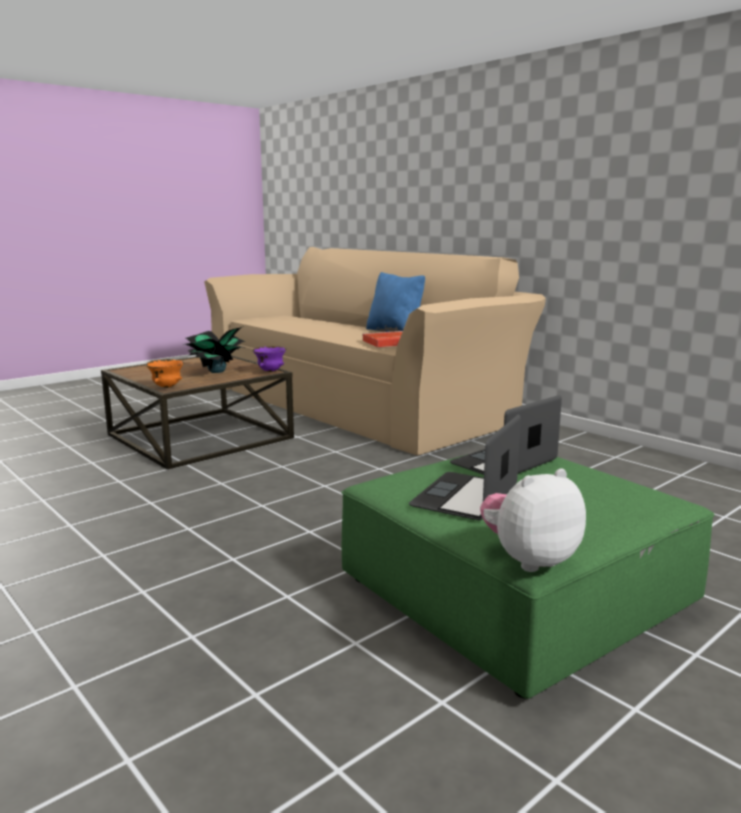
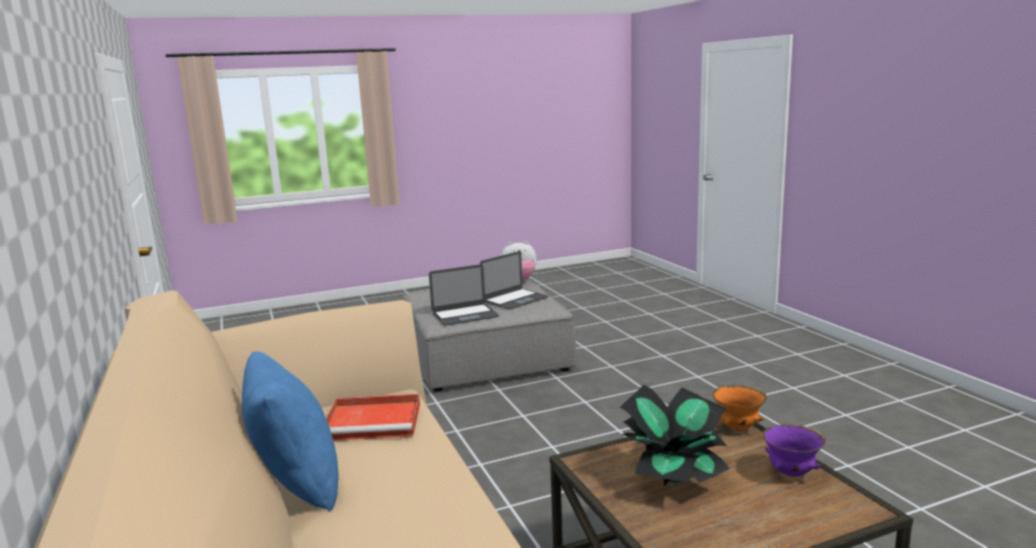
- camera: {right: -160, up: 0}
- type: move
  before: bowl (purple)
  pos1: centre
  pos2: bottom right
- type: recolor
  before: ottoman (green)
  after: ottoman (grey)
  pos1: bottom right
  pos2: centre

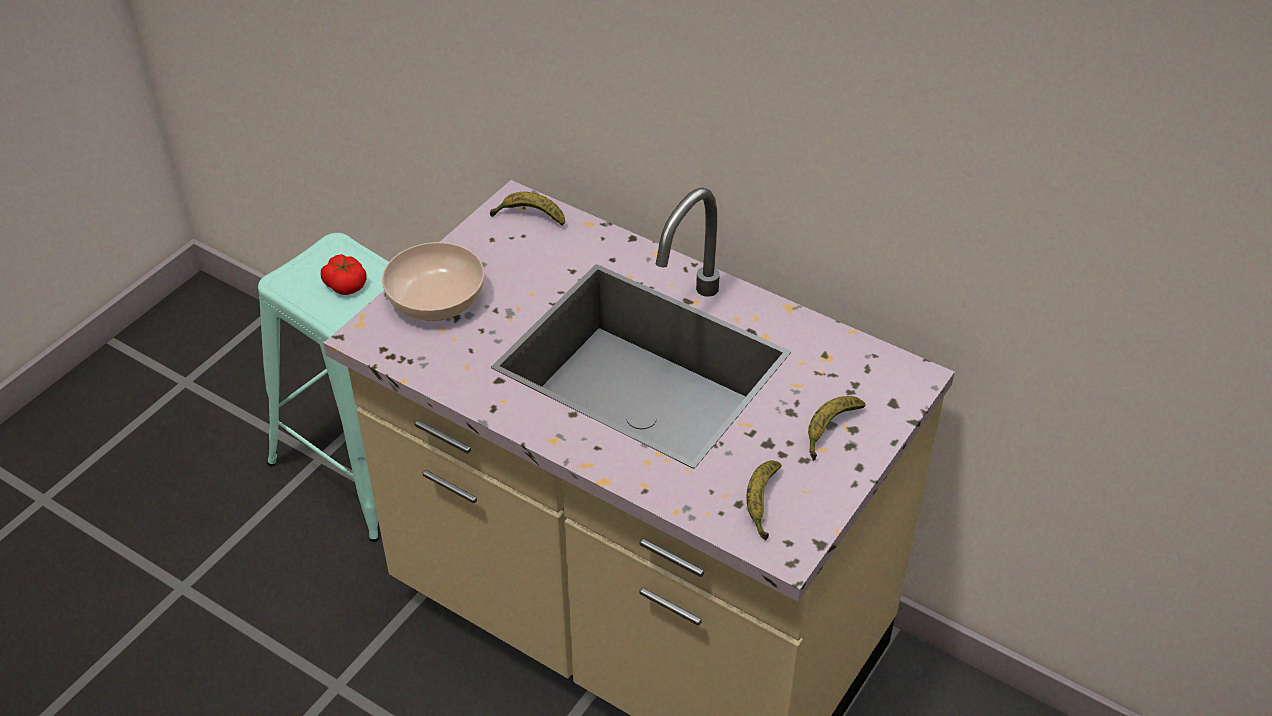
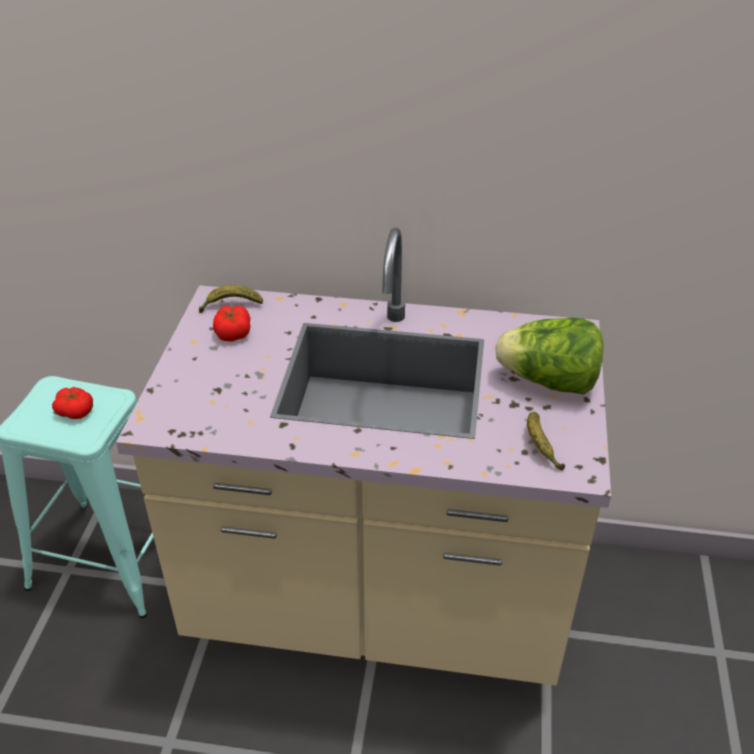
- camera: {right: -25, up: -5}
- type: delete
  before: bowl
  pos1: centre
- type: replace
  before: banana (3rd from left)
  after: lettuce
  pos1: centre
  pos2: middle right
- type: insert
  after: tomato (2nd from left)
  pos2: middle left

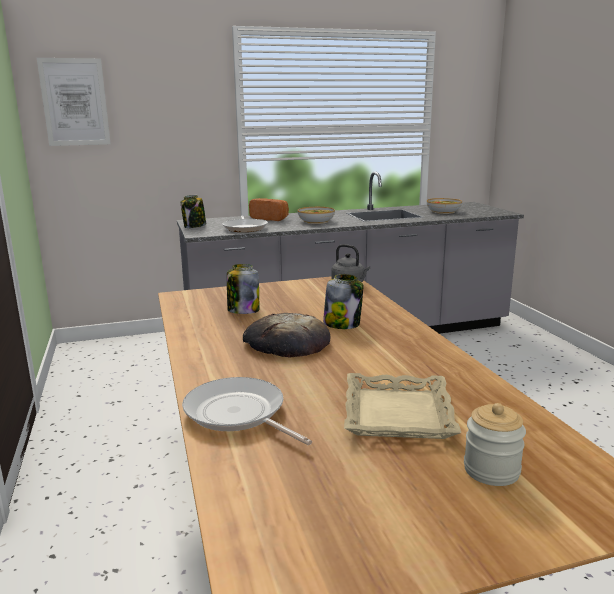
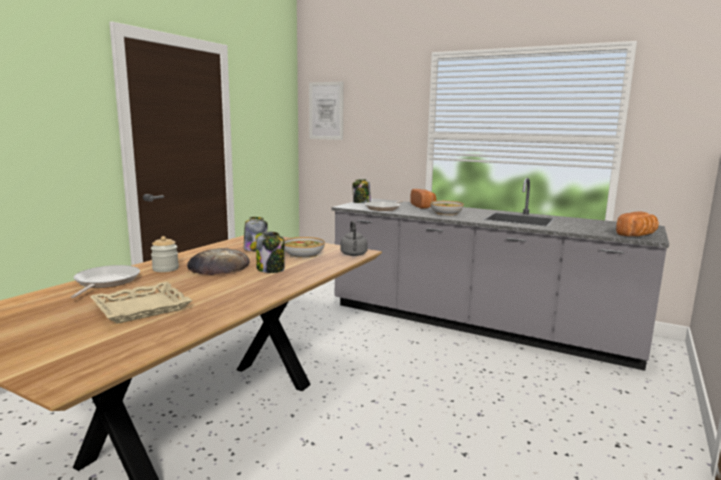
- camera: {right: 45, up: -5}
- type: move
  before: bowl (2nd from left in the first image)
  after: bowl (1st from left)
  pos1: middle right
  pos2: centre
- type: move
  before: jar (4th from left in the first image)
  after: jar (1st from left)
  pos1: bottom right
  pos2: middle left
- type: insert
  after: bread (3rd from left)
  pos2: middle right

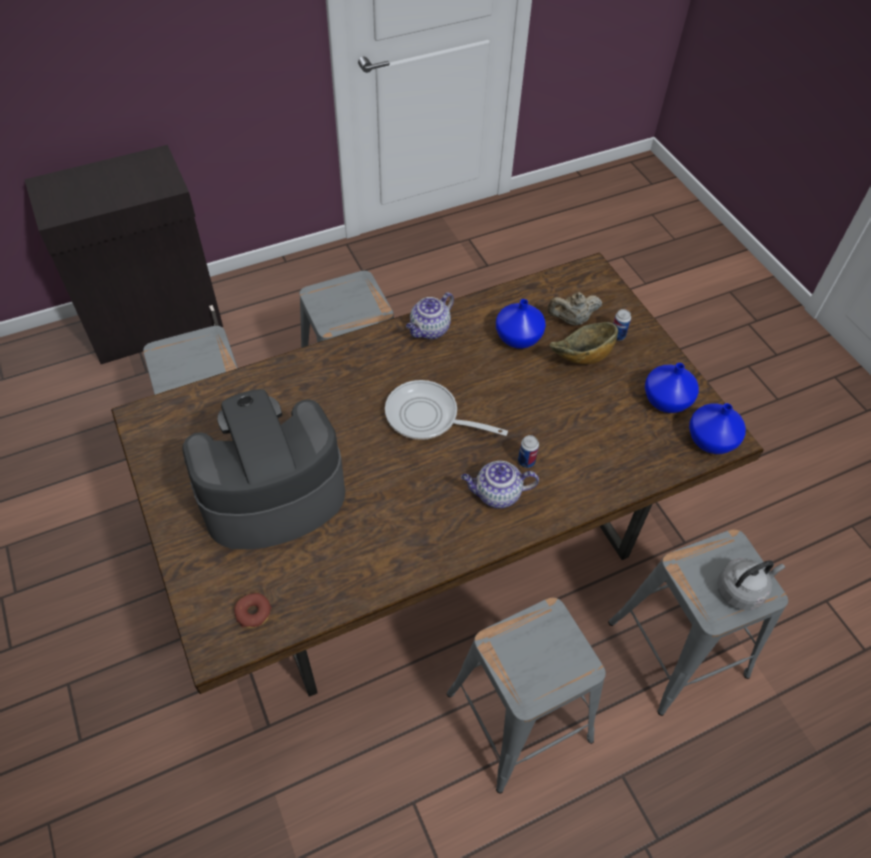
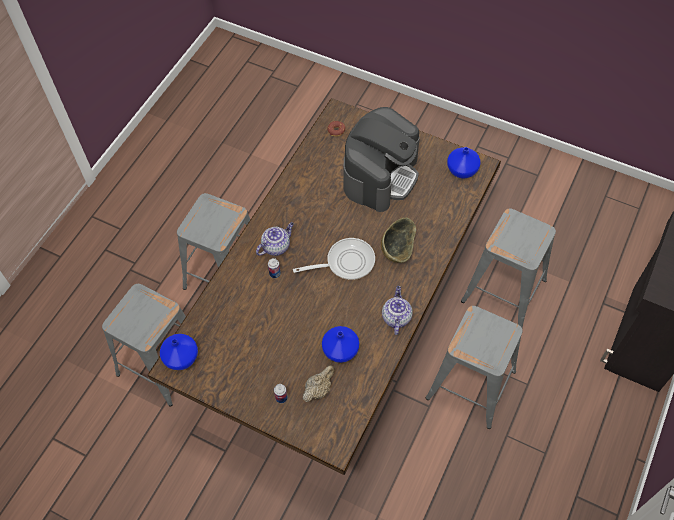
- camera: {right: 145, up: 5}
- type: move
  before: bowl
  pos1: middle right
  pos2: centre
- type: move
  before: vase (blue) (2nd from left in the first image)
  after: vase (blue) (3rd from left)
  pos1: middle right
  pos2: top right
- type: delete
  before: kettle (grey)
  pos1: bottom right

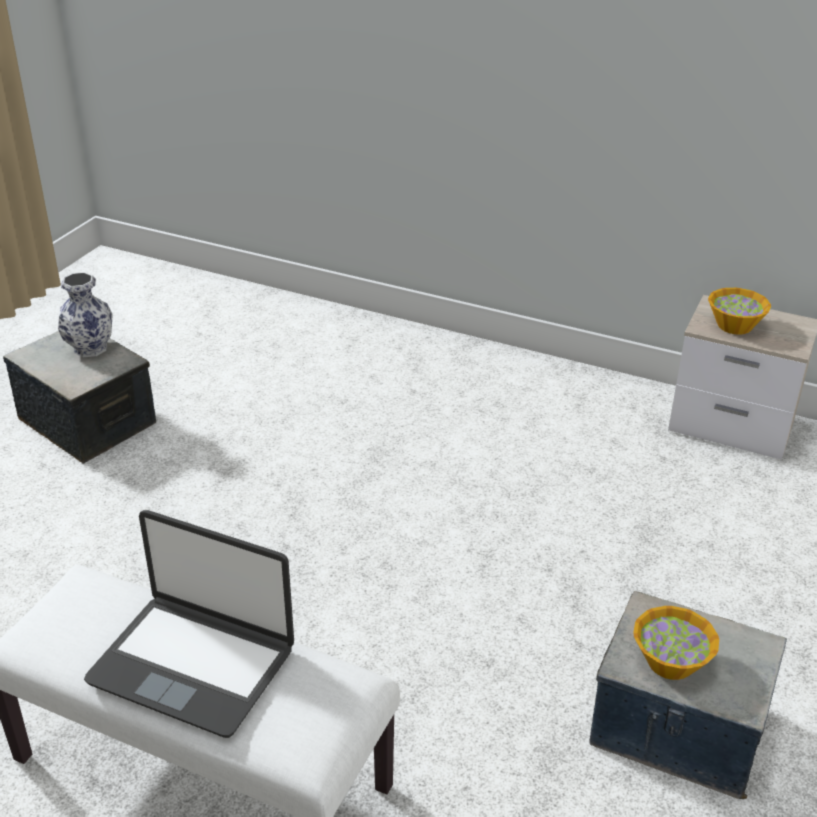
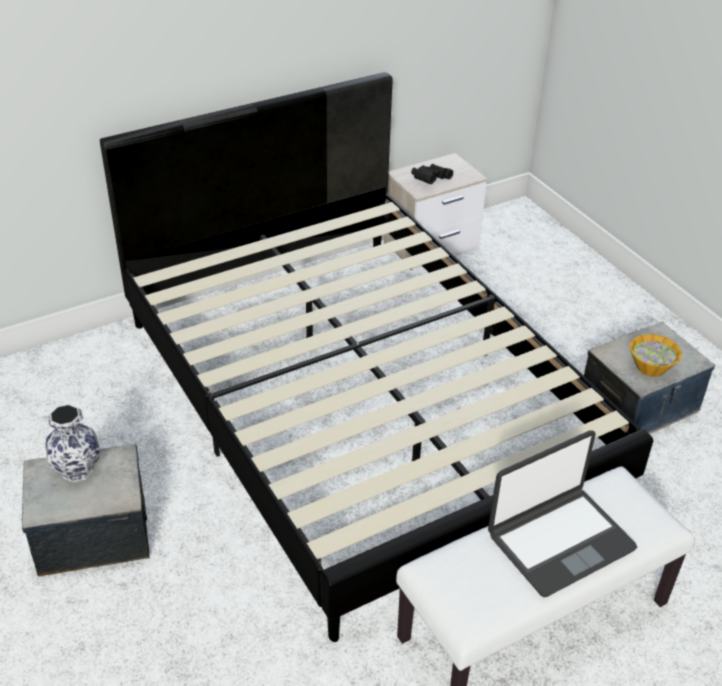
- camera: {right: -55, up: 5}
- type: replace
  before: bowl (2nd from left)
  after: binoculars (black)
  pos1: middle right
  pos2: top centre
- type: insert
  after: bed (black)
  pos2: centre

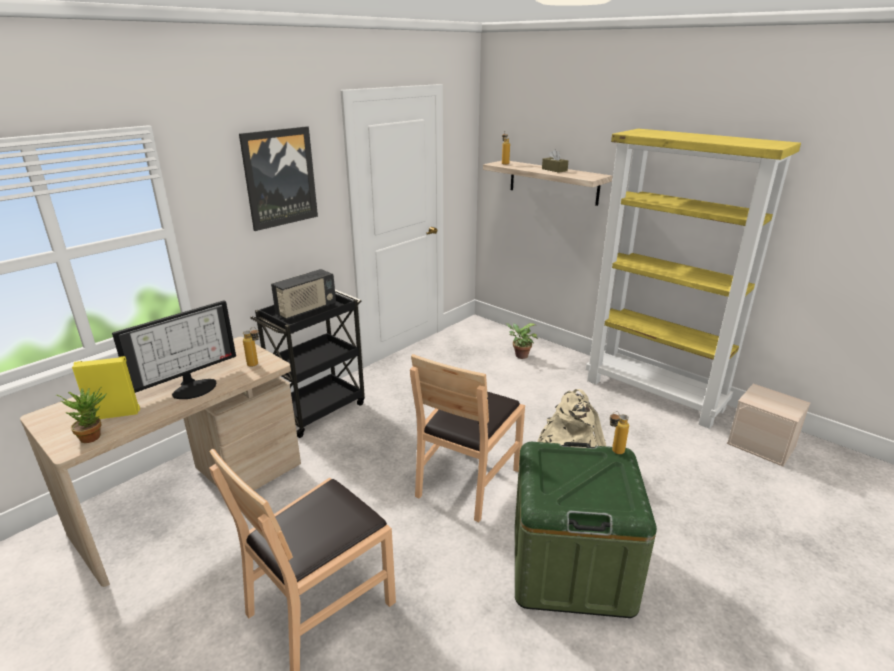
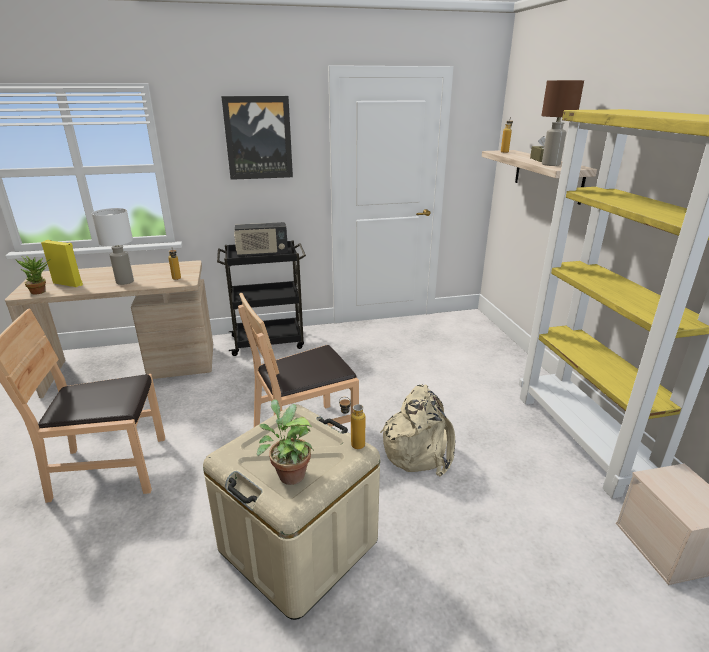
- camera: {right: 35, up: 0}
- type: replace
  before: monitor
  after: table lamp (white)
  pos1: middle left
  pos2: middle left
- type: move
  before: potted plant (2nd from left)
  pos1: centre
  pos2: bottom centre
- type: recolor
  before: storage box (green)
  after: storage box (beige) (1st from left)
  pos1: bottom centre
  pos2: bottom centre
- type: insert
  after: table lamp (brown)
  pos2: top right

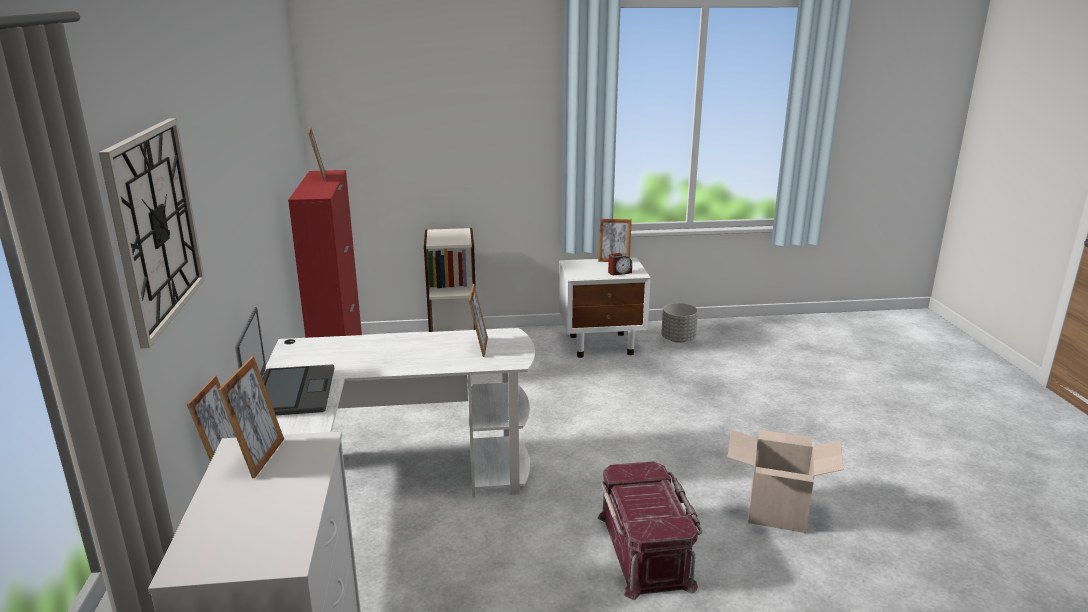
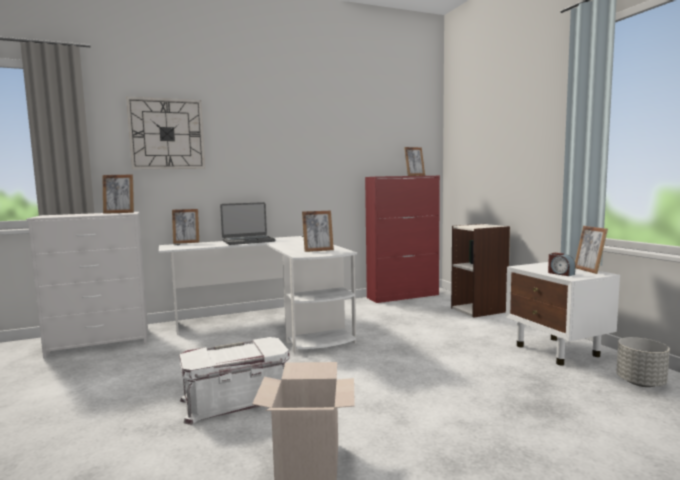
- camera: {right: 75, up: -15}
- type: recolor
  before: storage box (red)
  after: storage box (white)
  pos1: bottom centre
  pos2: bottom centre

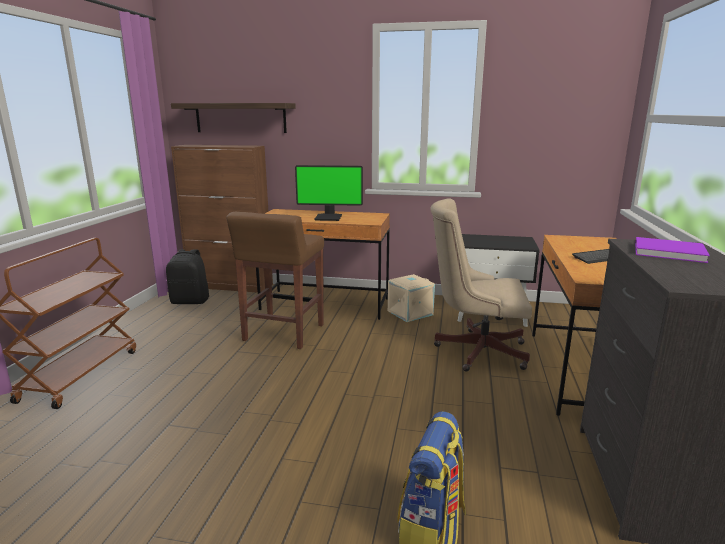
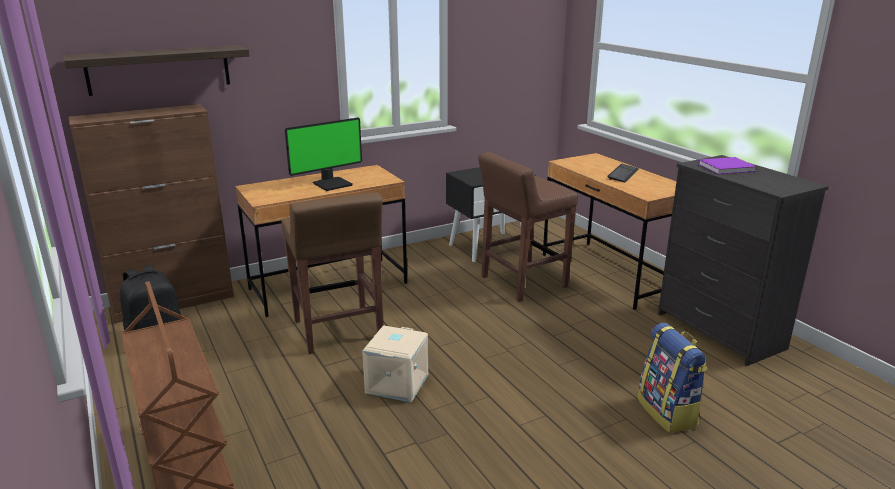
- camera: {right: -40, up: 5}
- type: move
  before: storage box (beige)
  pos1: centre
  pos2: bottom centre
- type: replace
  before: office chair (beige)
  after: stool (brown) (2nd from left)
  pos1: centre
  pos2: centre

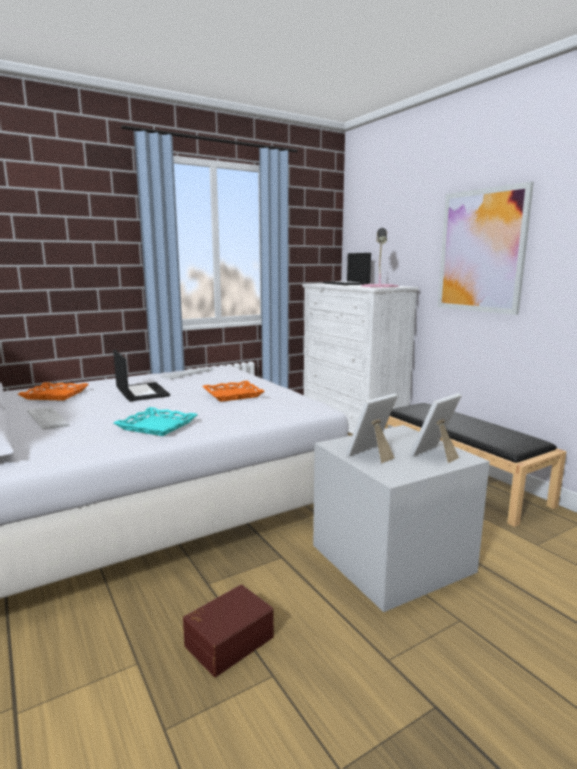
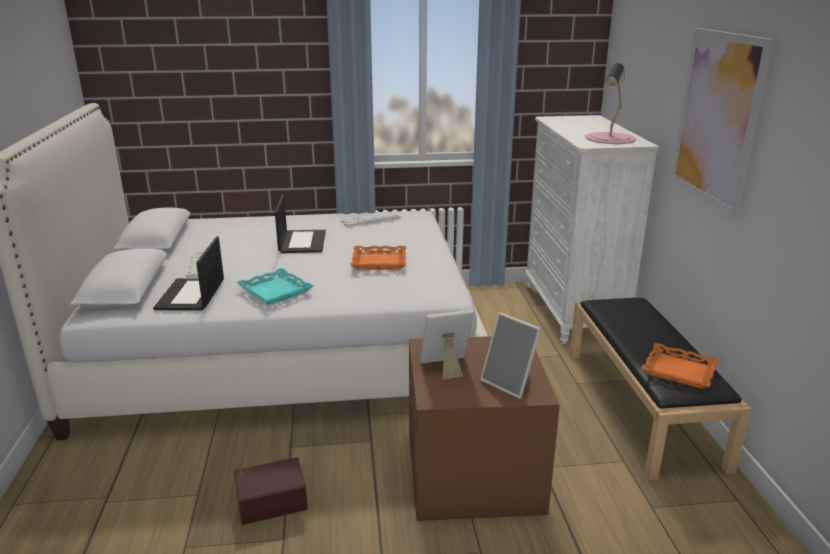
- camera: {right: 25, up: 10}
- type: move
  before: tray (orange) (1st from left in the first image)
  after: tray (orange) (2nd from left)
  pos1: middle left
  pos2: middle right
- type: recolor
  before: storage box (grey)
  after: storage box (brown) (2nd from left)
  pos1: bottom right
  pos2: bottom centre
- type: move
  before: laptop (2nd from left in the first image)
  after: laptop (1st from left)
  pos1: centre
  pos2: middle left
- type: rotate
  before: picture frame (2nd from left)
  pos1: middle right
  pos2: centre
  turn: -120

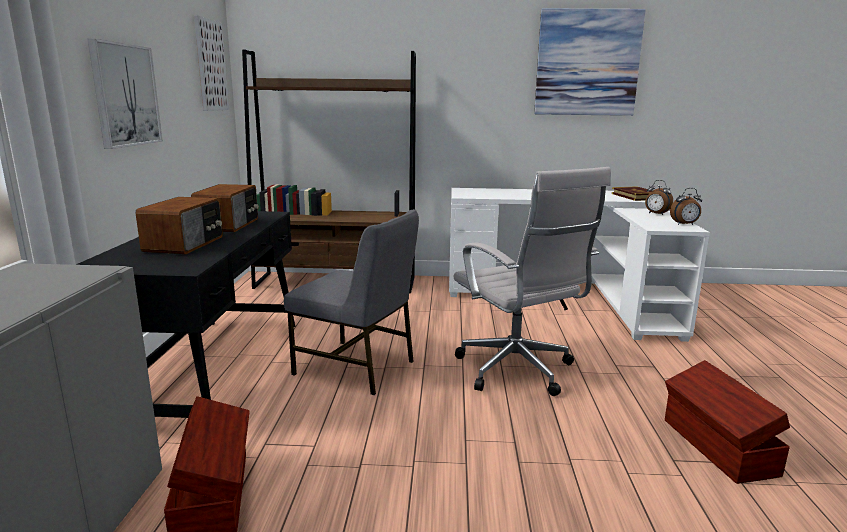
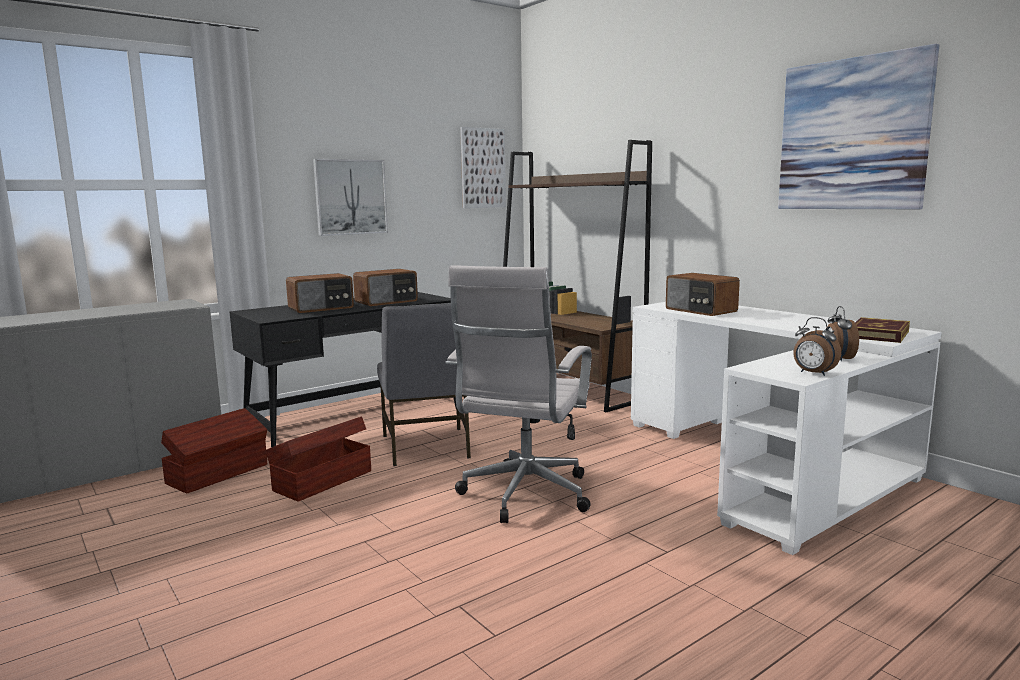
- camera: {right: 50, up: -5}
- type: move
  before: storage box (brown) (2nd from left)
  pos1: bottom right
  pos2: bottom left
- type: insert
  after: radio (3rd from left)
  pos2: middle right

